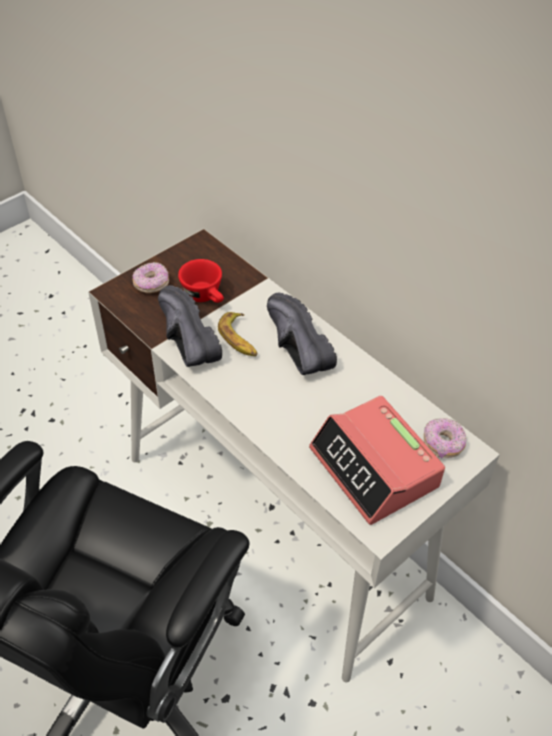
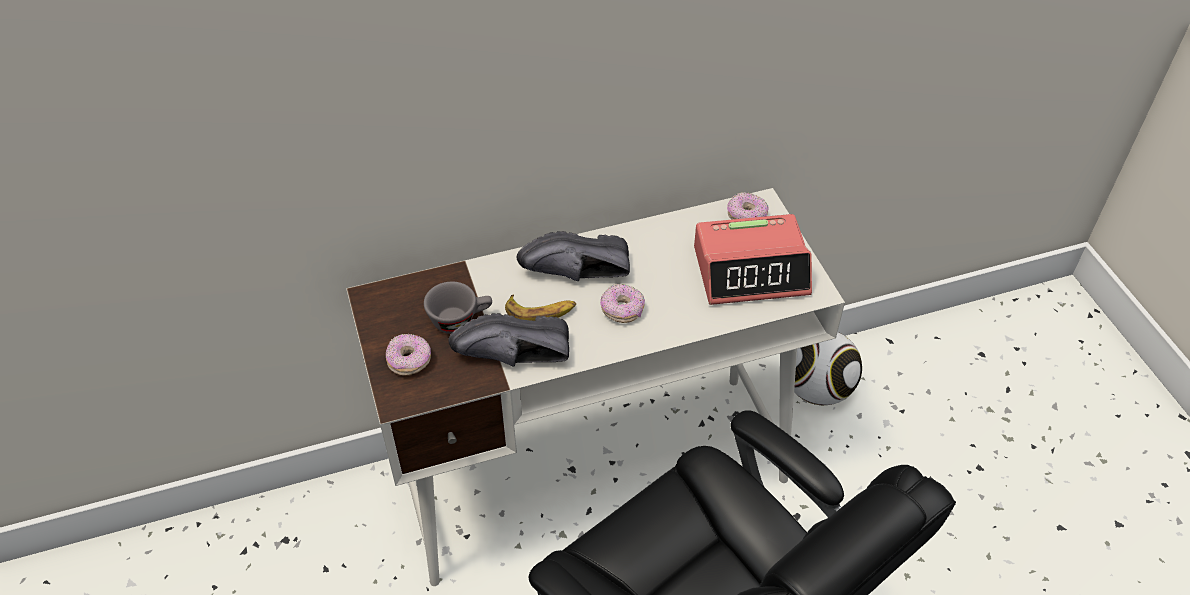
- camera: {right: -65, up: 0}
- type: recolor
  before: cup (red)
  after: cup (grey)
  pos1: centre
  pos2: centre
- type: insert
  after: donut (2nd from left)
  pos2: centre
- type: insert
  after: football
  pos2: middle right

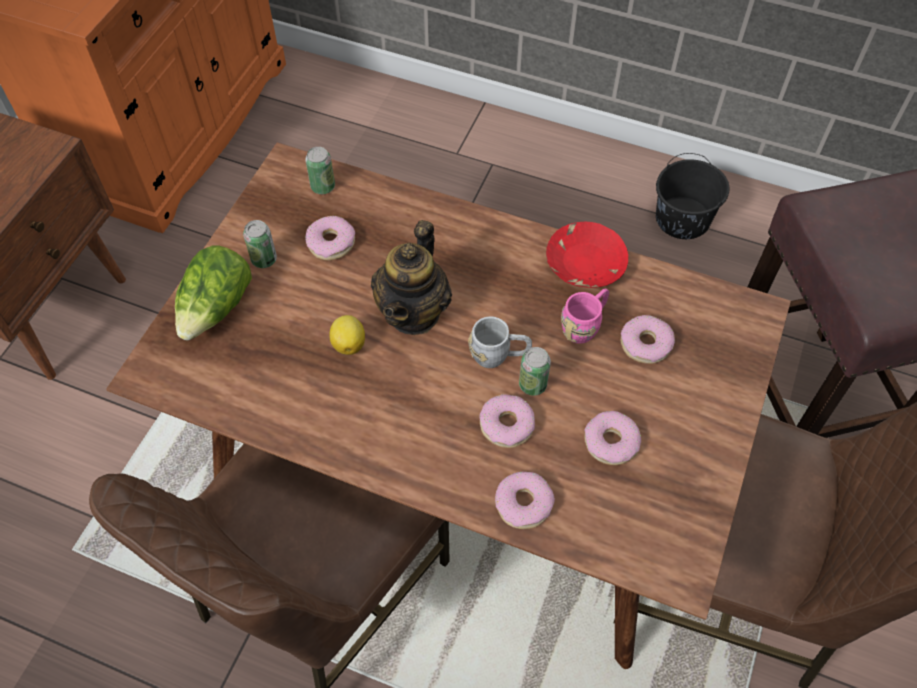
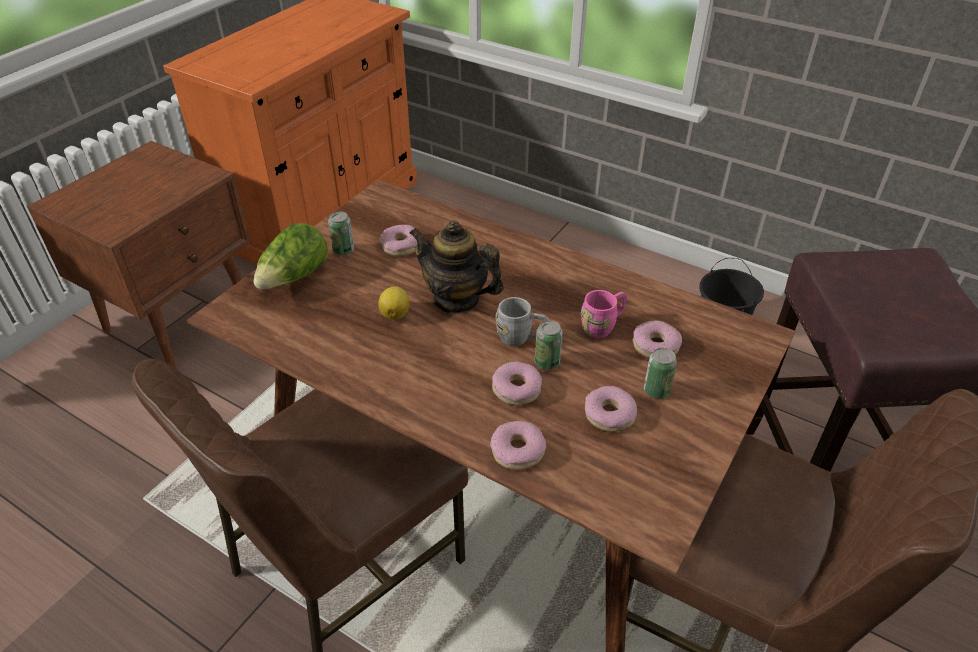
- camera: {right: 10, up: -15}
- type: move
  before: can (2nd from left in the first image)
  after: can (3rd from left)
  pos1: top centre
  pos2: middle right
- type: rotate
  before: teapot
  pos1: centre
  pos2: centre
  turn: 90
- type: delete
  before: bowl (red)
  pos1: centre

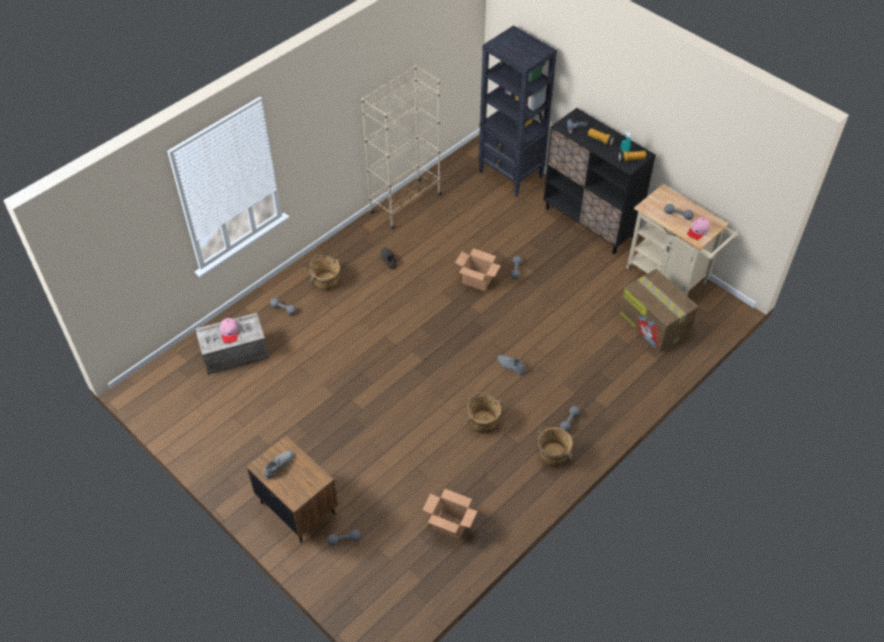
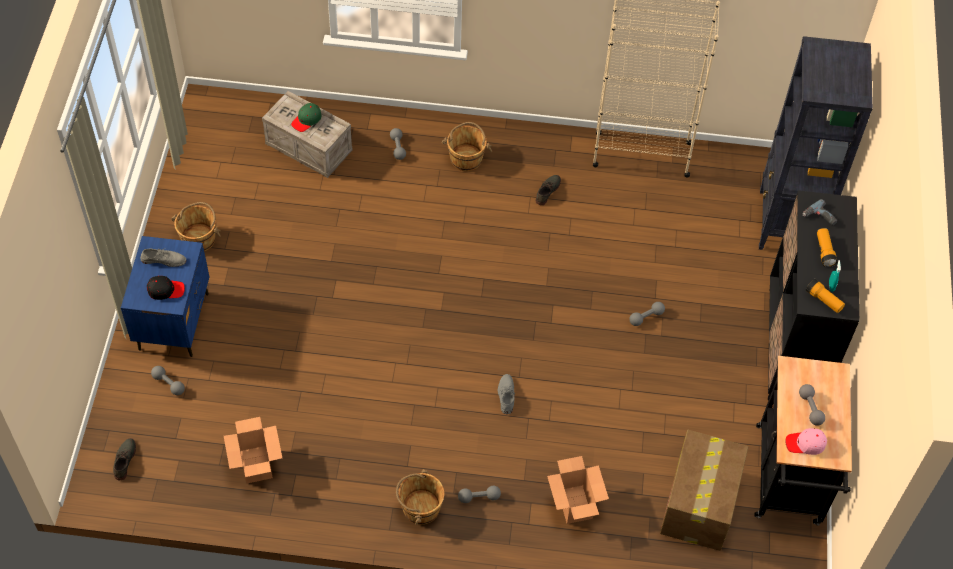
- camera: {right: 50, up: 5}
- type: recolor
  before: cap (pink) (1st from left)
  after: cap (green)
  pos1: middle left
  pos2: top left
- type: recolor
  before: nightstand (brown)
  after: nightstand (blue)
  pos1: bottom left
  pos2: middle left
- type: move
  before: cardboard box (2nd from left)
  pos1: centre
  pos2: bottom centre
- type: move
  before: bucket (brown) (2nd from left in the first image)
  after: bucket (brown) (1st from left)
  pos1: centre
  pos2: middle left
- type: recolor
  before: cart (beige)
  after: cart (black)
  pos1: middle right
  pos2: bottom right
- type: insert
  after: shoe (grey) (1st from left)
  pos2: bottom left
- type: insert
  after: cap (black)
  pos2: middle left

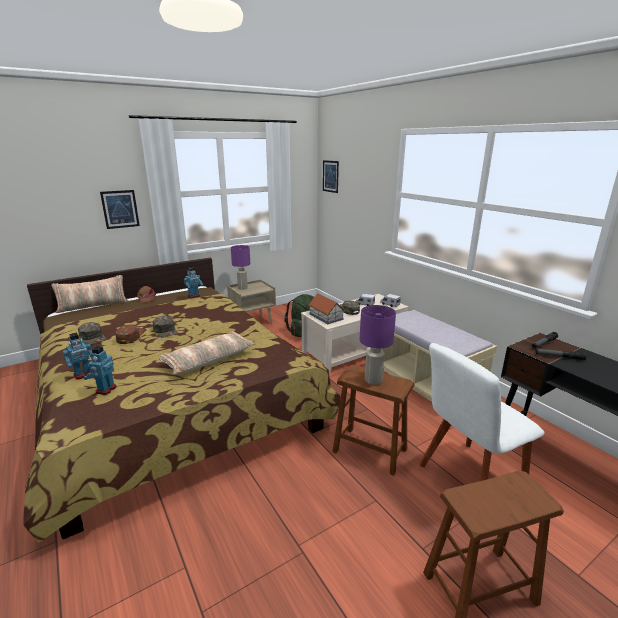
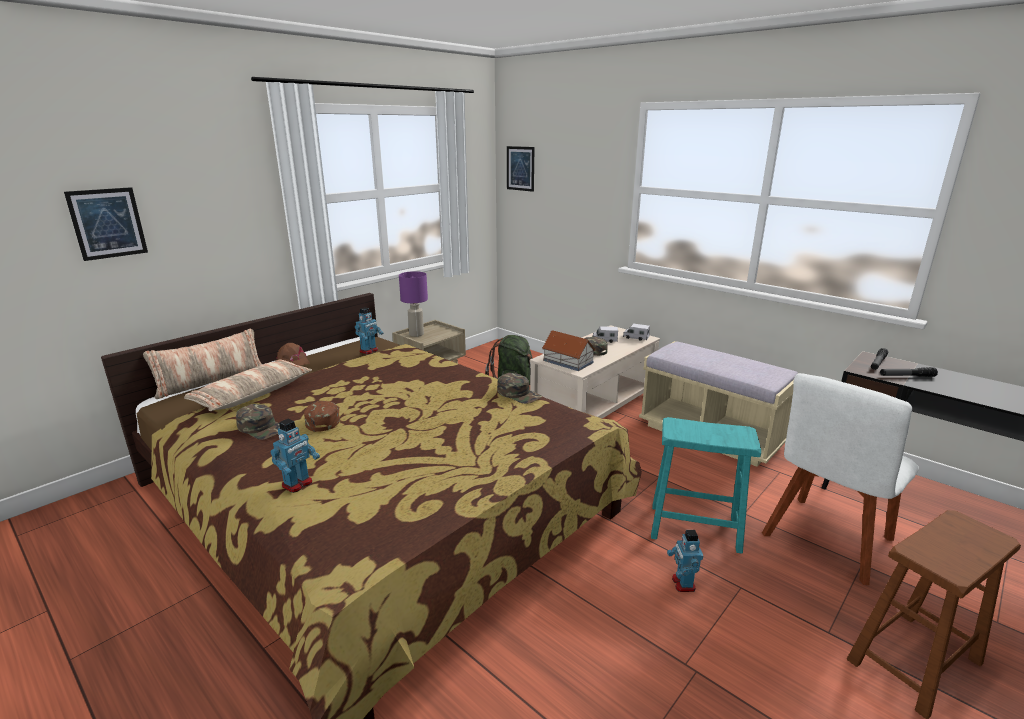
- camera: {right: -15, up: 0}
- type: move
  before: toy robot (2nd from left in the first image)
  after: toy robot (3rd from left)
  pos1: middle left
  pos2: bottom right
- type: move
  before: picture (1st from left)
  pos1: middle left
  pos2: top left
- type: move
  before: cap (green) (2nd from left)
  pos1: middle left
  pos2: centre
- type: move
  before: pillow (2nd from left)
  pos1: centre
  pos2: middle left
- type: recolor
  before: stool (brown) (1st from left)
  after: stool (turquoise)
  pos1: bottom centre
  pos2: bottom right
- type: delete
  before: table lamp (purple) (2nd from left)
  pos1: centre

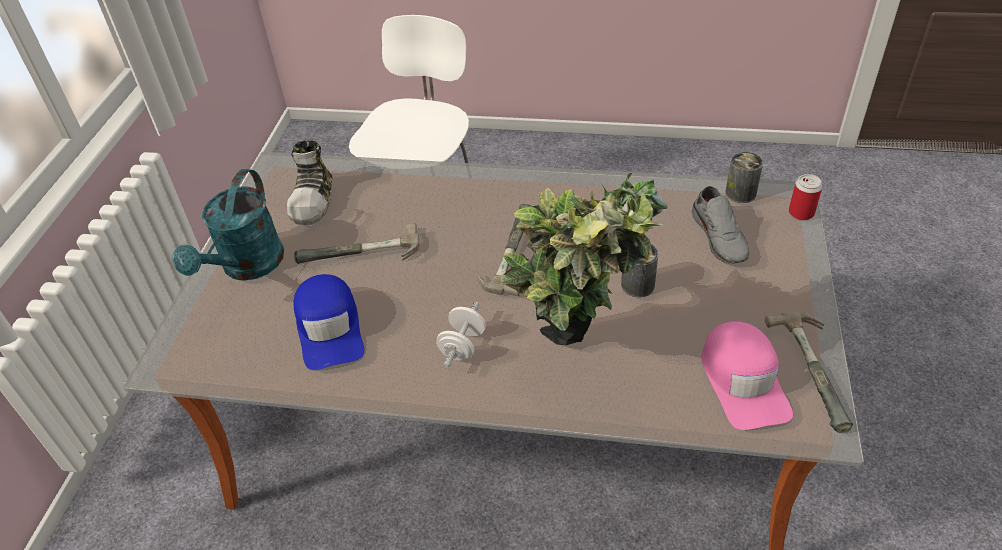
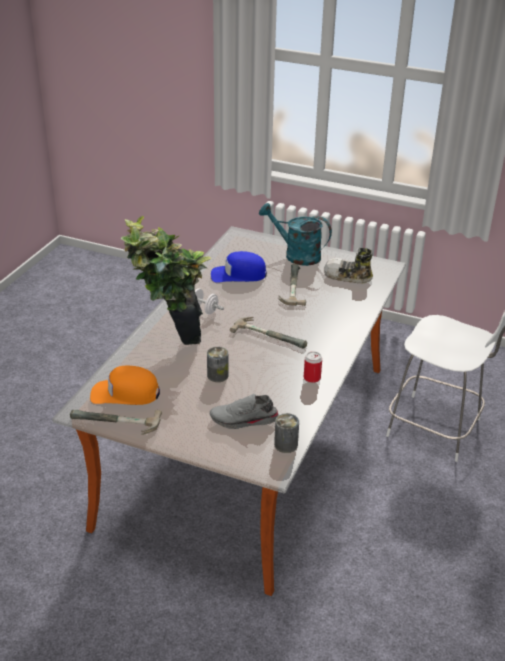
- camera: {right: 100, up: -10}
- type: recolor
  before: cap (pink)
  after: cap (orange)
  pos1: bottom right
  pos2: middle left
- type: move
  before: can (3rd from left)
  pos1: middle right
  pos2: centre

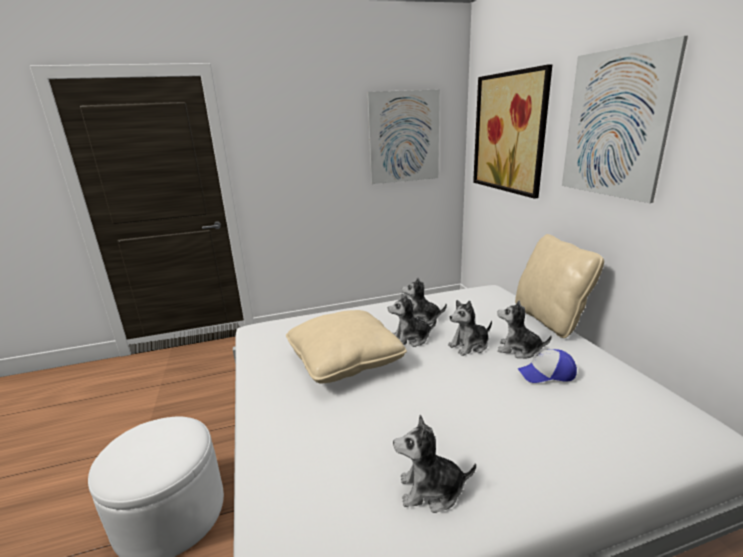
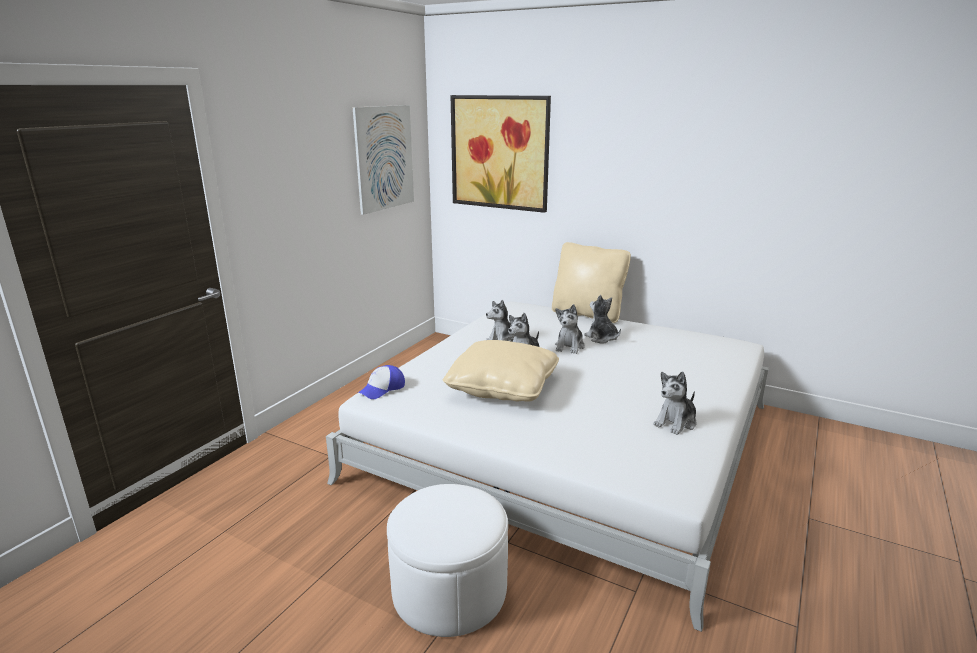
- camera: {right: -45, up: 0}
- type: rotate
  before: plush toy (5th from left in the first image)
  pos1: middle right
  pos2: centre
  turn: 75
- type: move
  before: cap
  pos1: middle right
  pos2: centre
- type: delete
  before: picture (3rd from left)
  pos1: top right

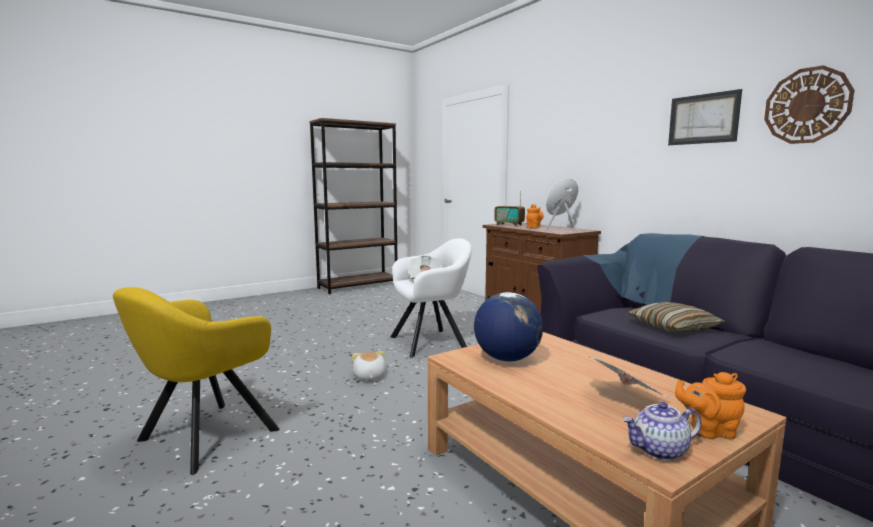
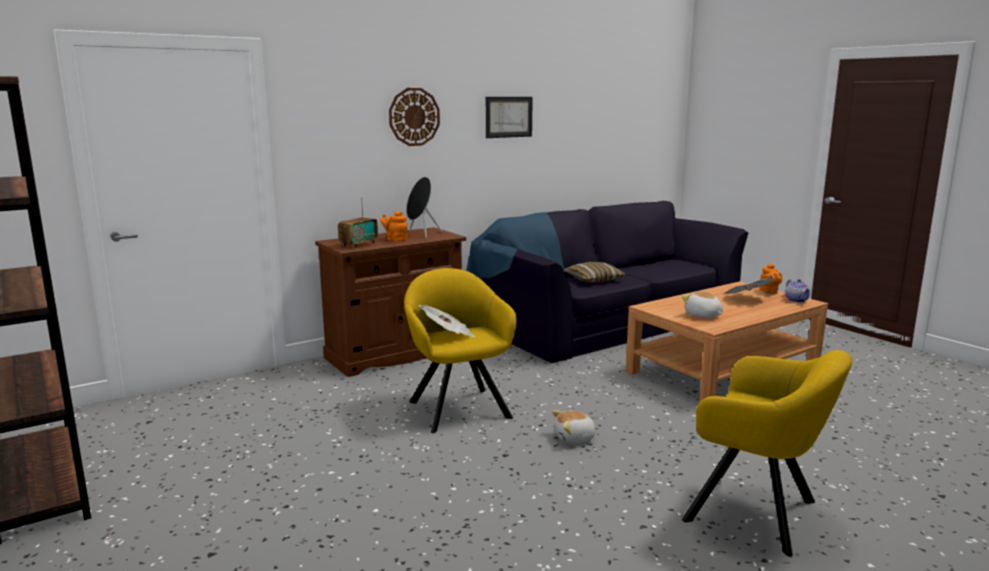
- camera: {right: -90, up: 5}
- type: recolor
  before: armchair (white)
  after: armchair (yellow) (1st from left)
  pos1: centre
  pos2: centre
- type: replace
  before: globe
  after: plush toy (2nd from left)
  pos1: centre
  pos2: middle right
- type: move
  before: wall clock
  pos1: top right
  pos2: top centre

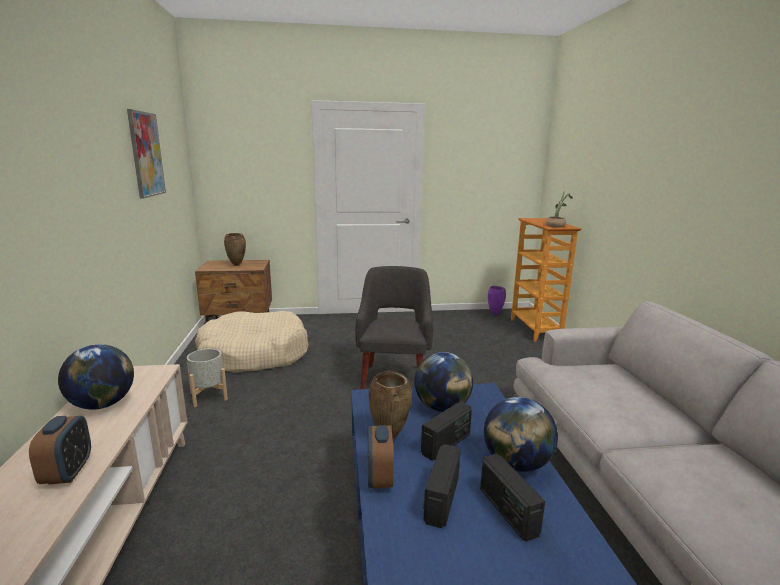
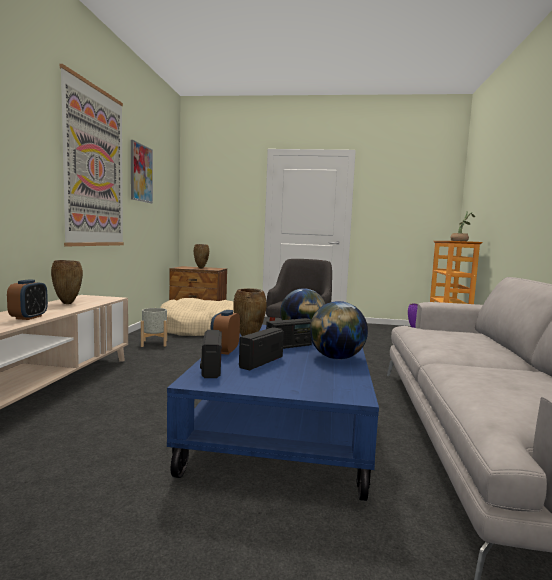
- camera: {right: 15, up: -10}
- type: replace
  before: globe (1st from left)
  after: vase (brown) (1st from left)
  pos1: middle left
  pos2: middle left
- type: move
  before: radio (3rd from left in the first image)
  after: radio (1st from left)
  pos1: bottom centre
  pos2: centre
- type: insert
  after: picture (1st from left)
  pos2: top left

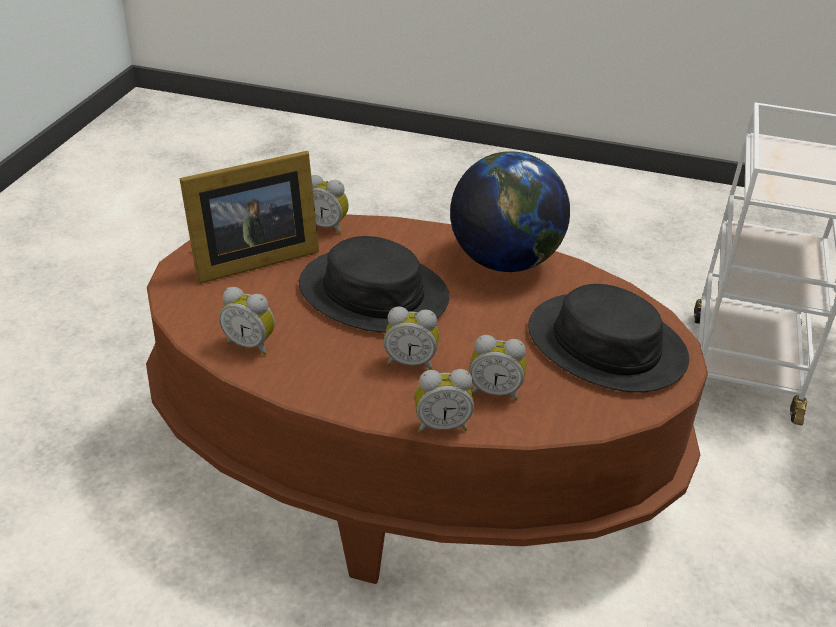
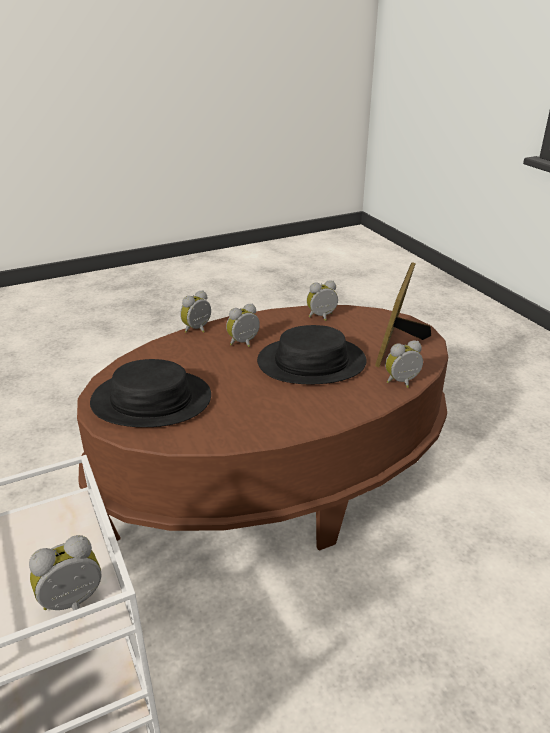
- camera: {right: 140, up: -5}
- type: delete
  before: globe
  pos1: centre
- type: move
  before: alarm clock (5th from left in the first image)
  after: alarm clock (1st from left)
  pos1: centre
  pos2: bottom left

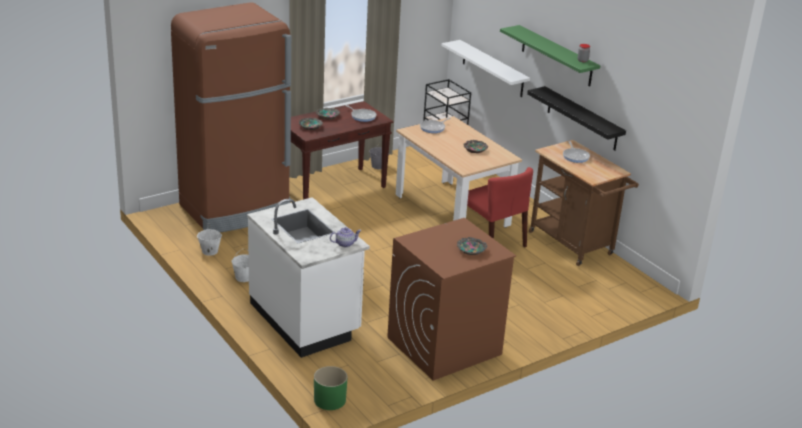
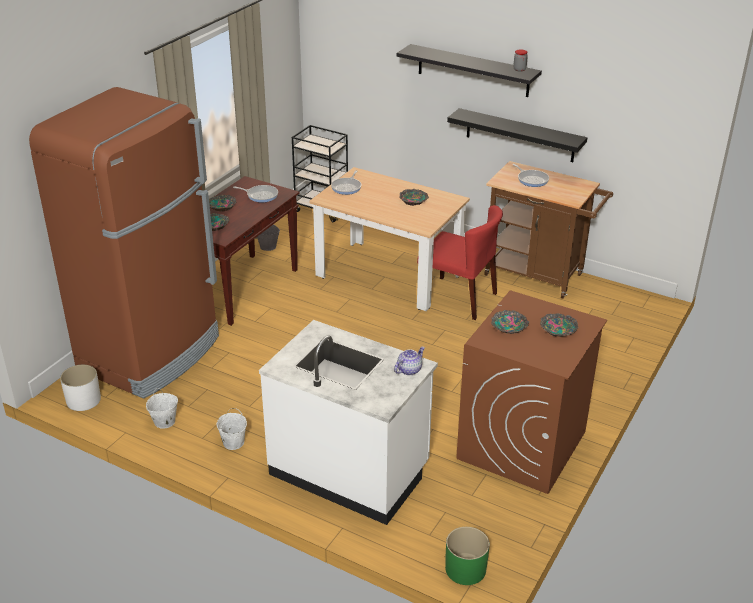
- camera: {right: -25, up: 5}
- type: delete
  before: shelf (white)
  pos1: top centre
- type: recolor
  before: shelf (green)
  after: shelf (black) (1st from left)
  pos1: top right
  pos2: top centre
- type: insert
  after: planter (white)
  pos2: middle left
- type: insert
  after: bowl (4th from left)
  pos2: middle right

